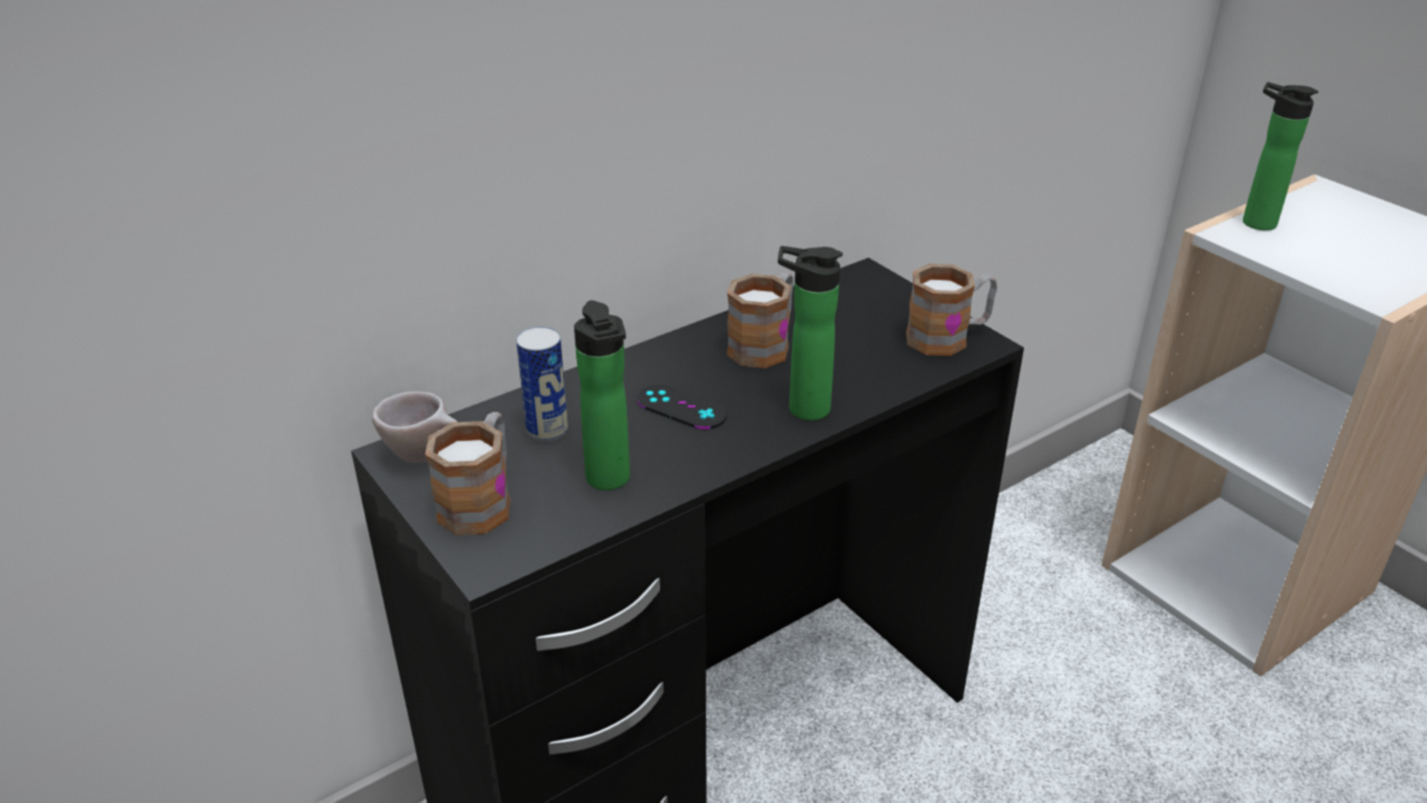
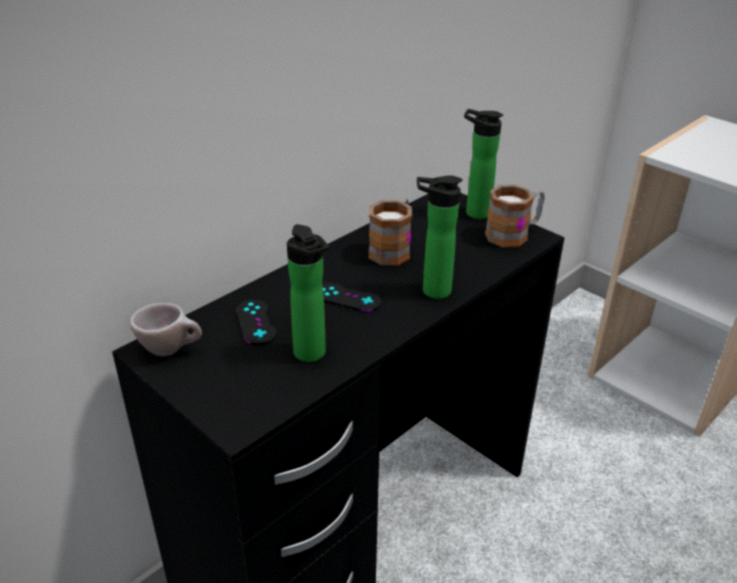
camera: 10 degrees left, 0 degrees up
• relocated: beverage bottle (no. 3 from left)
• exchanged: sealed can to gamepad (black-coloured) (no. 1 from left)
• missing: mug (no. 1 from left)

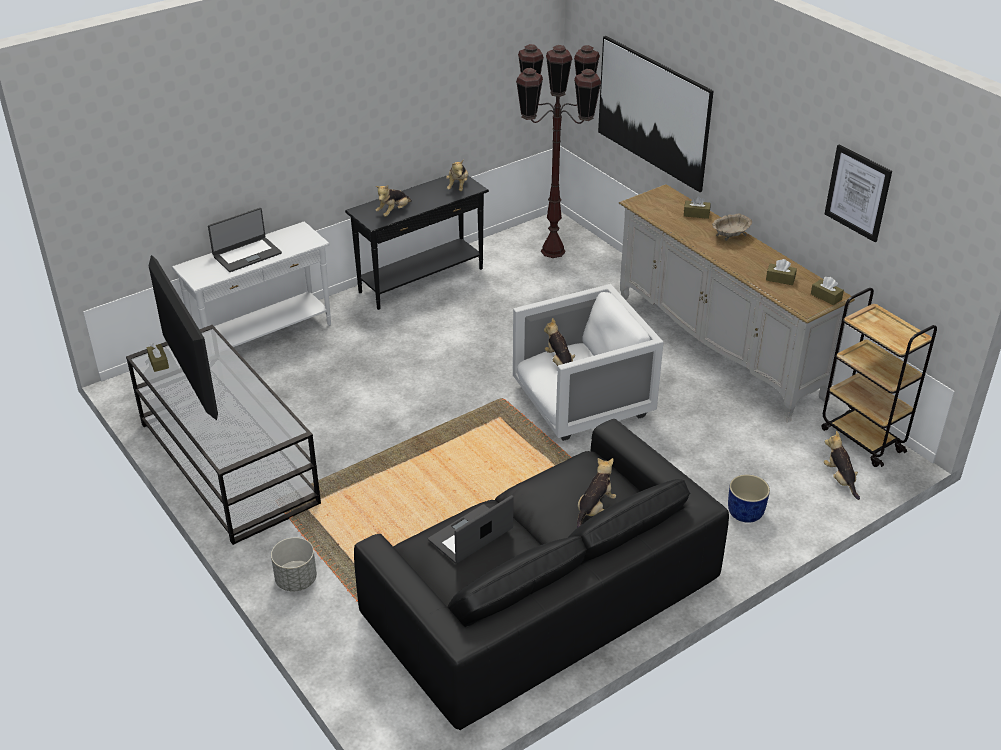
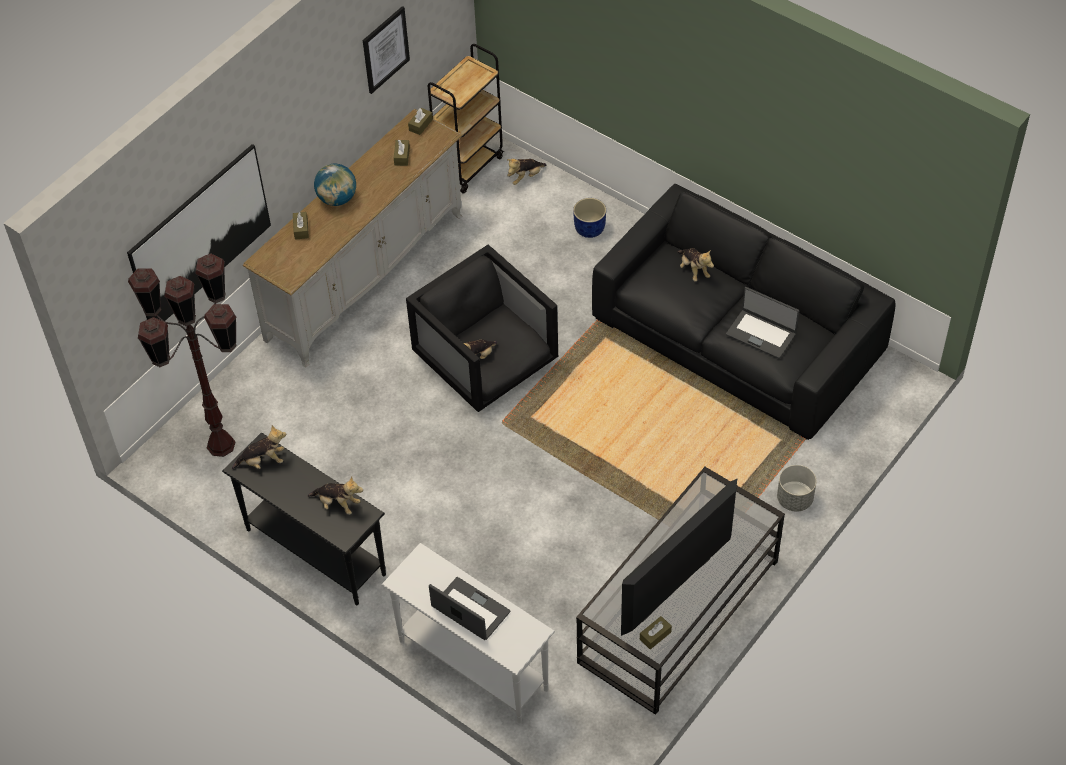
camera: 105 degrees left, 15 degrees up
• exchanged: serving bowl (sand-coloured) to world globe
• colour: easy chair (white-coloured) to easy chair (black-coloured)
• spun: cuddly toy (no. 4 from left in the first image) 135 degrees counterclockwise

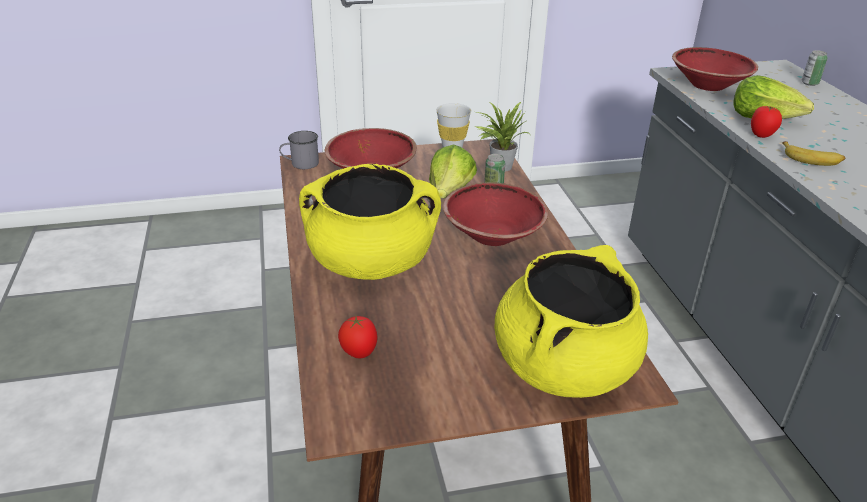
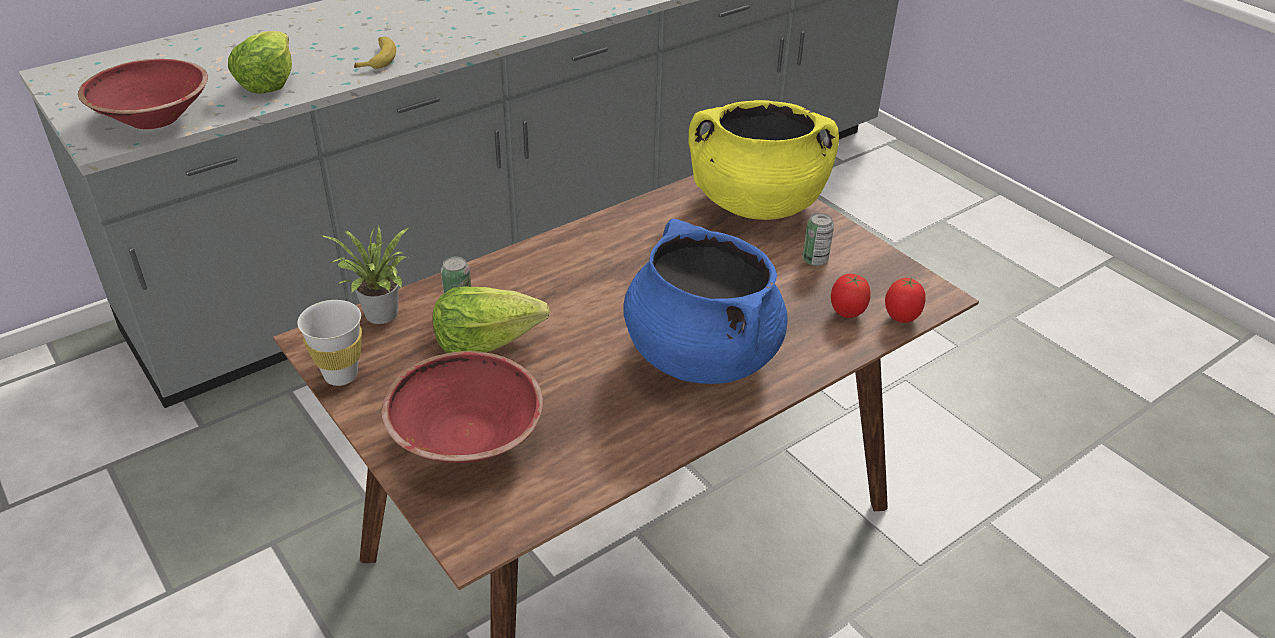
camera: 115 degrees left, 5 degrees up
• relocated: sealed can (no. 2 from left)
• relocated: tomato (no. 2 from left)
• missing: mug (gray)
• colour: cooking pot (yellow) (no. 1 from left) to cooking pot (blue)
• missing: serving bowl (red) (no. 2 from left)

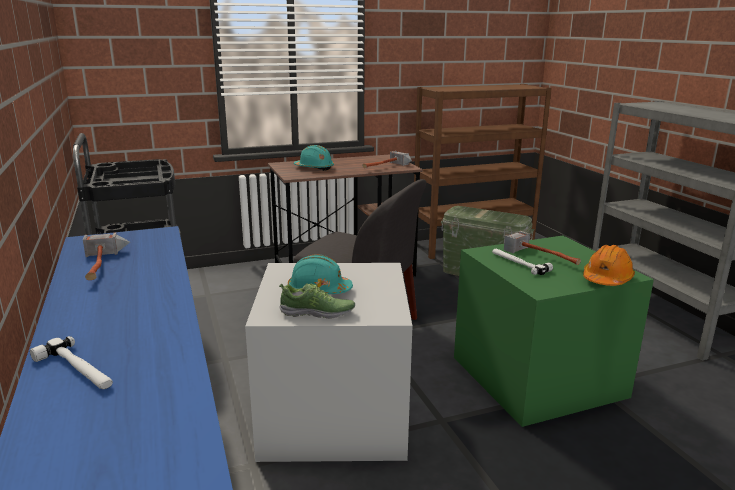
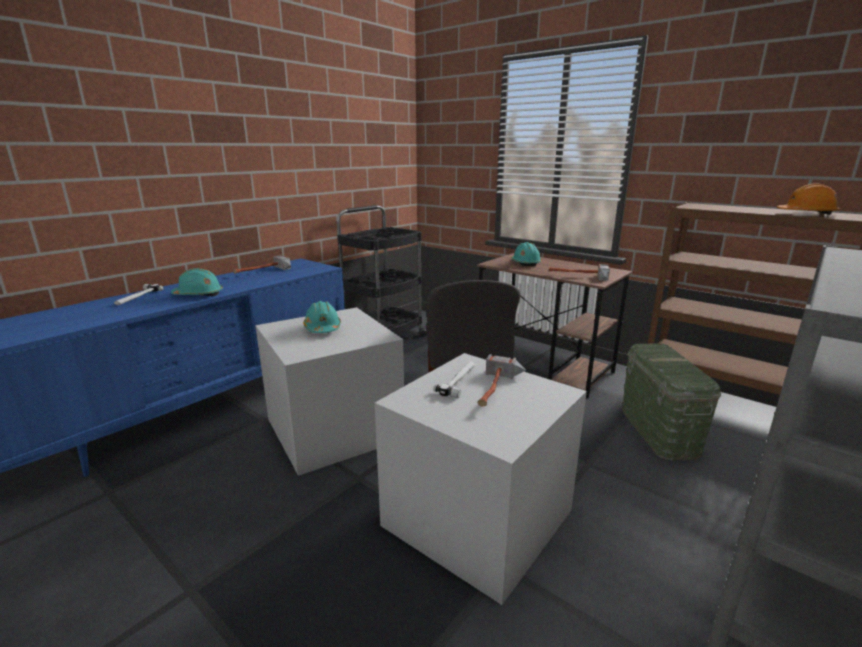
camera: 60 degrees right, 0 degrees up
• colour: storage bin (greenish) (no. 2 from left) to storage bin (gray) (no. 2 from left)
• relocated: work helmet (orange-coloured)
• missing: shoe
• appeared: work helmet (turquoise) (no. 1 from left)

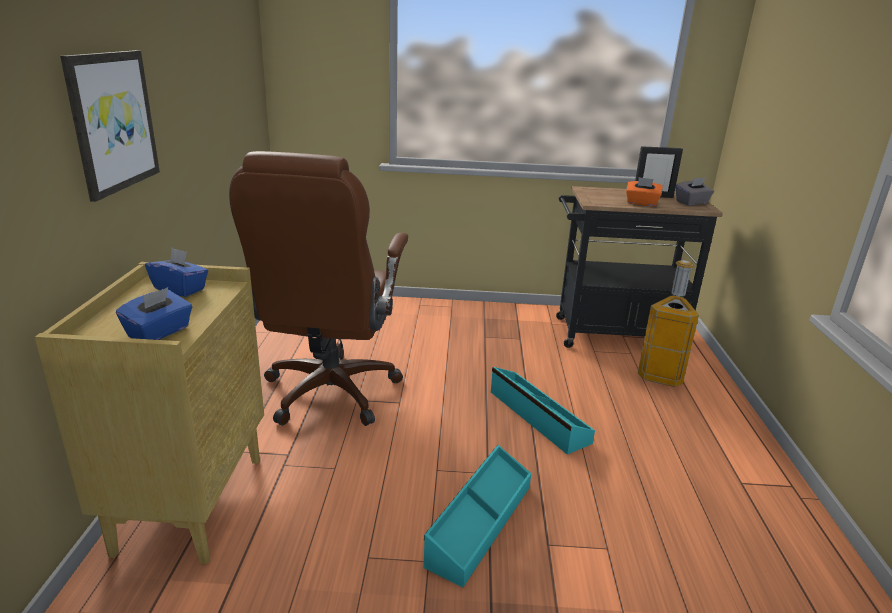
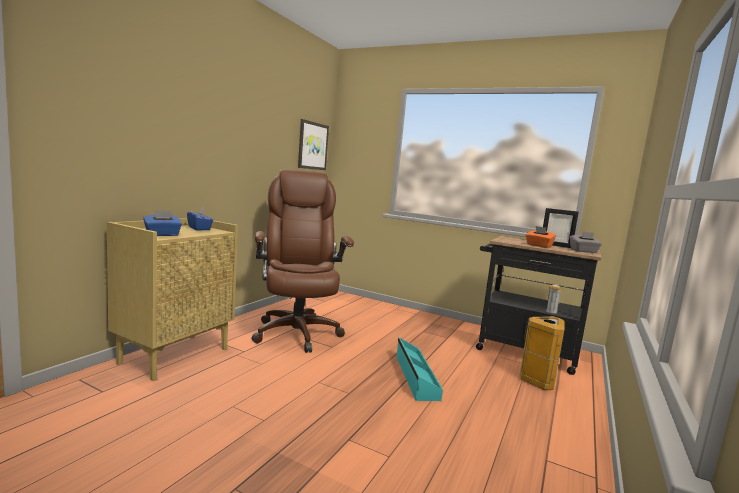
camera: 25 degrees right, 15 degrees down
• relocated: picture
• spun: desk chair (brownish) 135 degrees clockwise
• missing: storage bin (turquoise) (no. 1 from left)

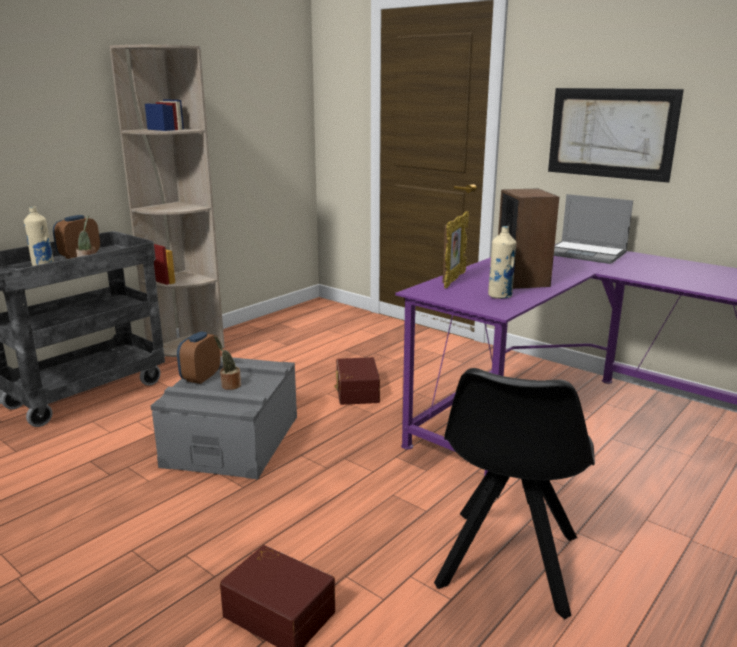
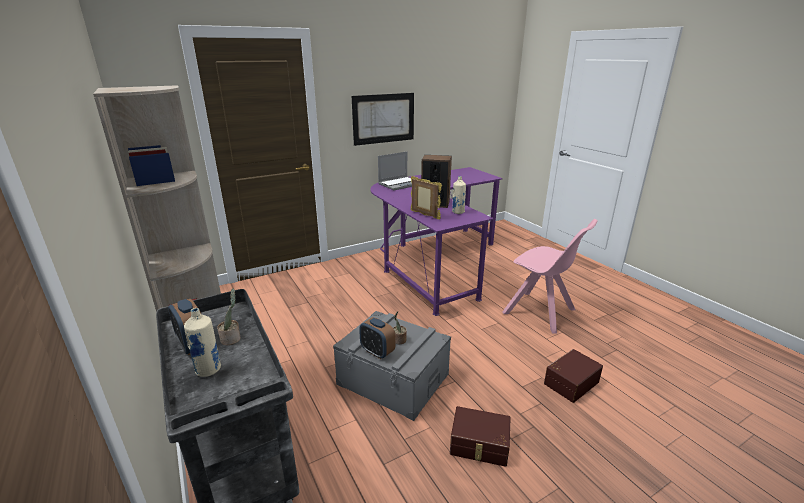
camera: 70 degrees left, 5 degrees up
• relocated: storage bin (brownish) (no. 2 from left in the first image) to storage bin (brownish) (no. 1 from left)
• colour: upright chair (black-coloured) to upright chair (pinkish)

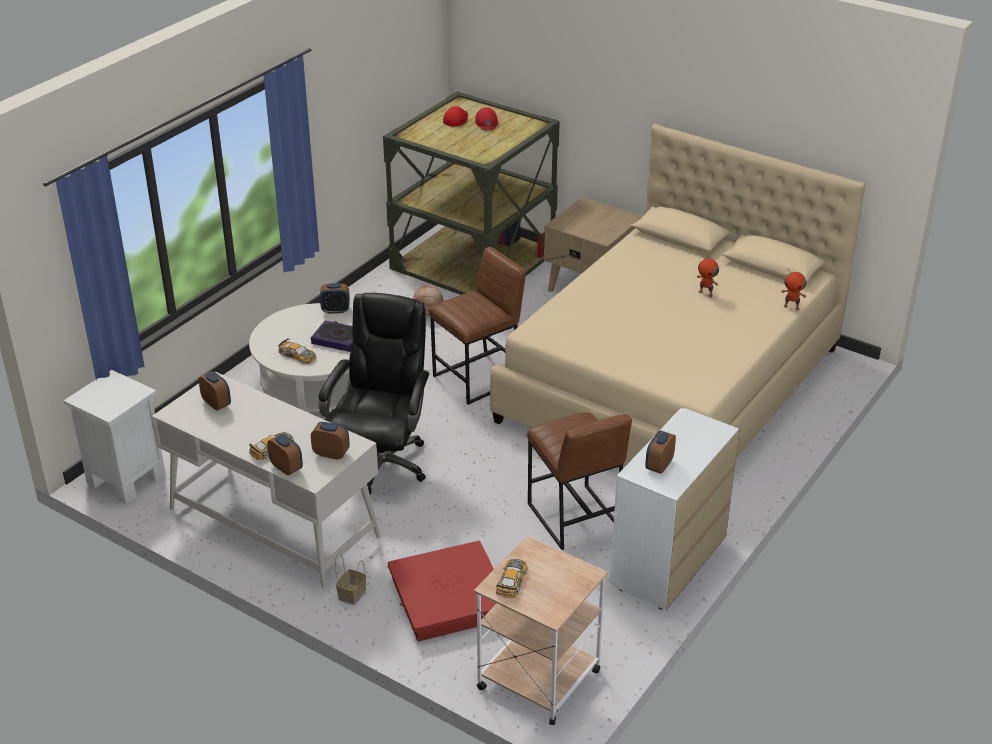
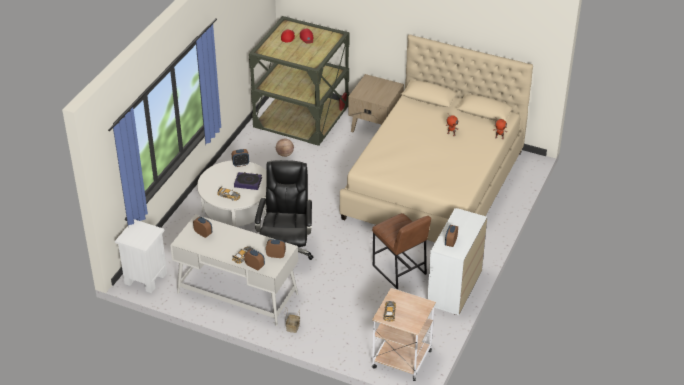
camera: 10 degrees left, 5 degrees up
• missing: upright chair (brownish) (no. 1 from left)
• missing: storage bin (red)

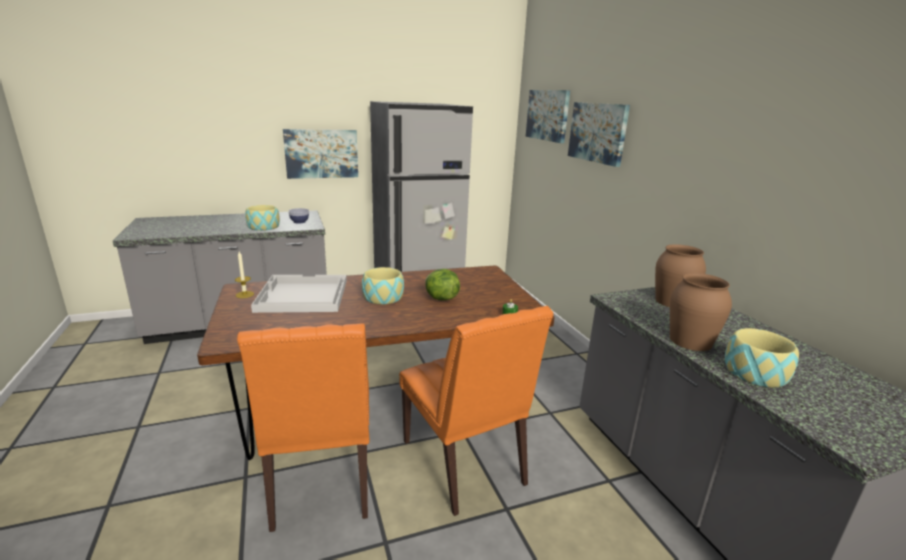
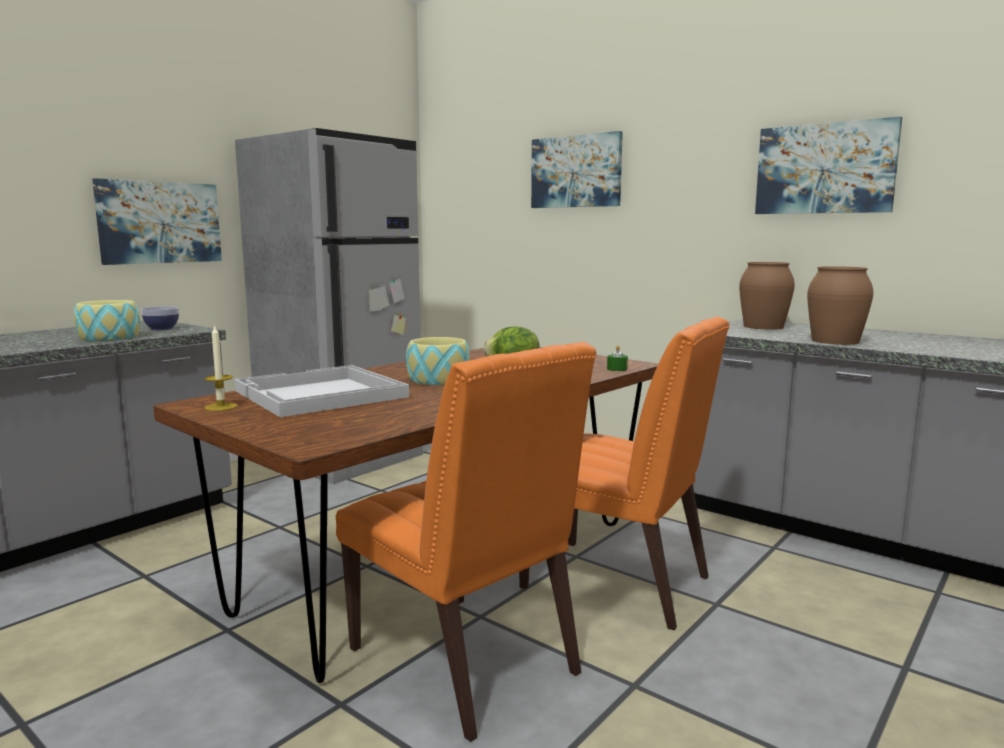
camera: 30 degrees left, 10 degrees down
• relocated: picture (no. 2 from left in the first image) to picture (no. 3 from left)
• missing: serving bowl (no. 4 from left)

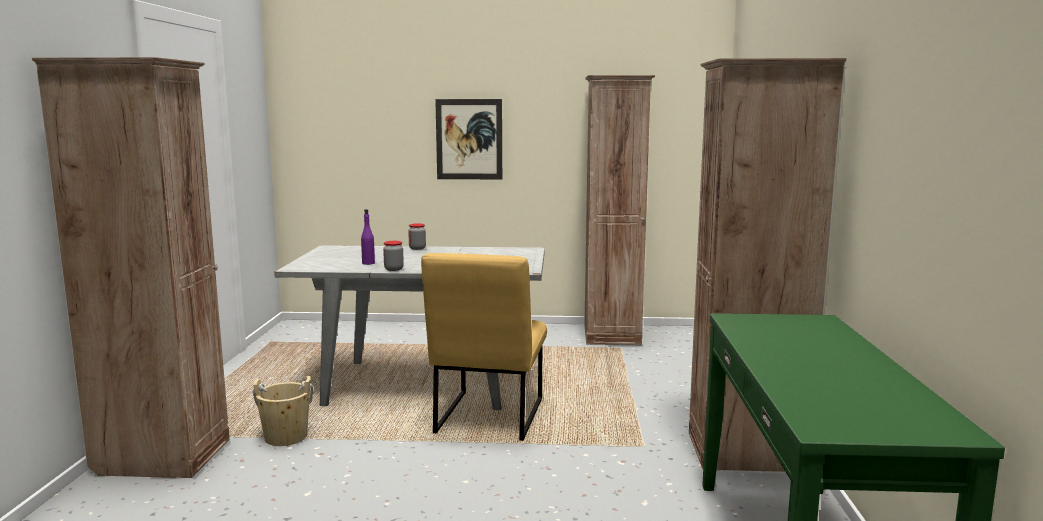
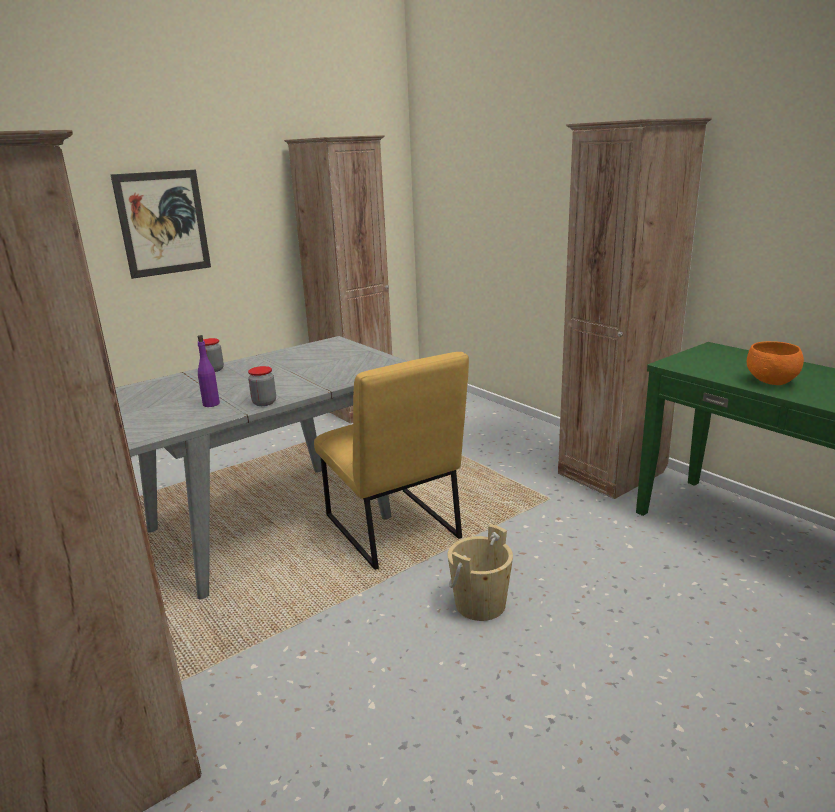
camera: 40 degrees left, 10 degrees up
• relocated: pail (sand-coloured)
• appeared: serving bowl (orange-coloured)

